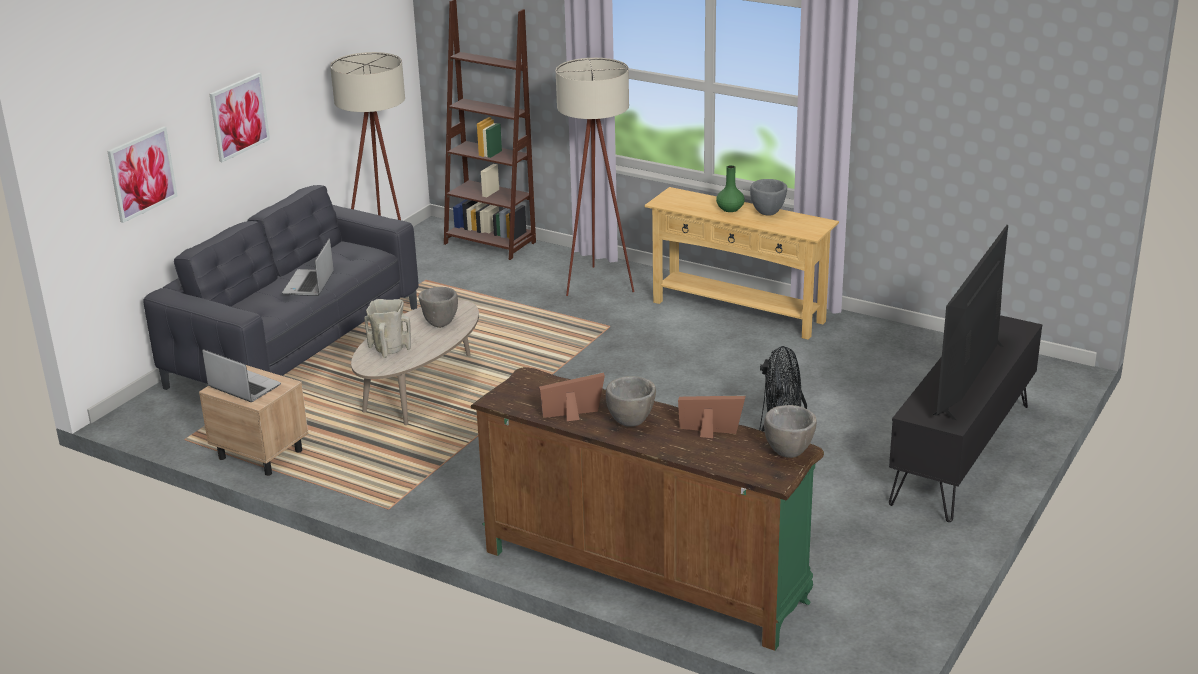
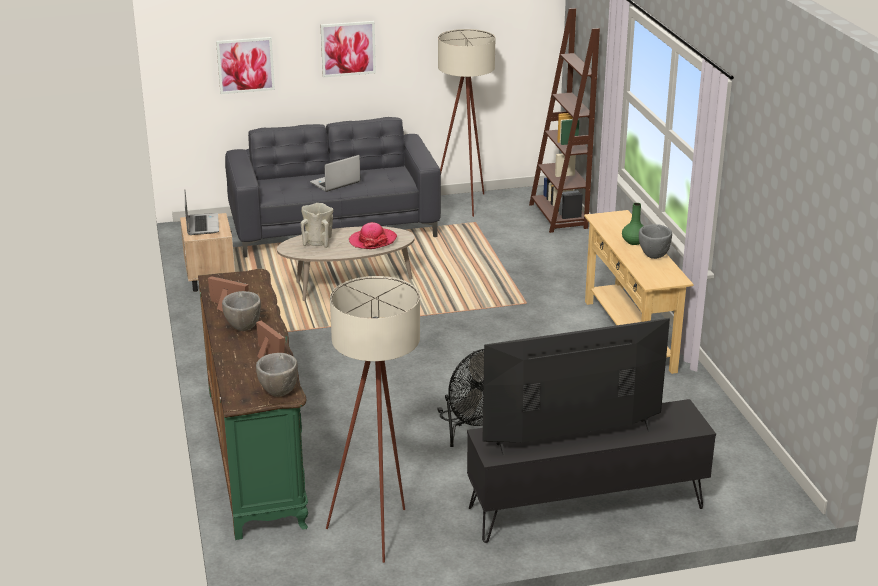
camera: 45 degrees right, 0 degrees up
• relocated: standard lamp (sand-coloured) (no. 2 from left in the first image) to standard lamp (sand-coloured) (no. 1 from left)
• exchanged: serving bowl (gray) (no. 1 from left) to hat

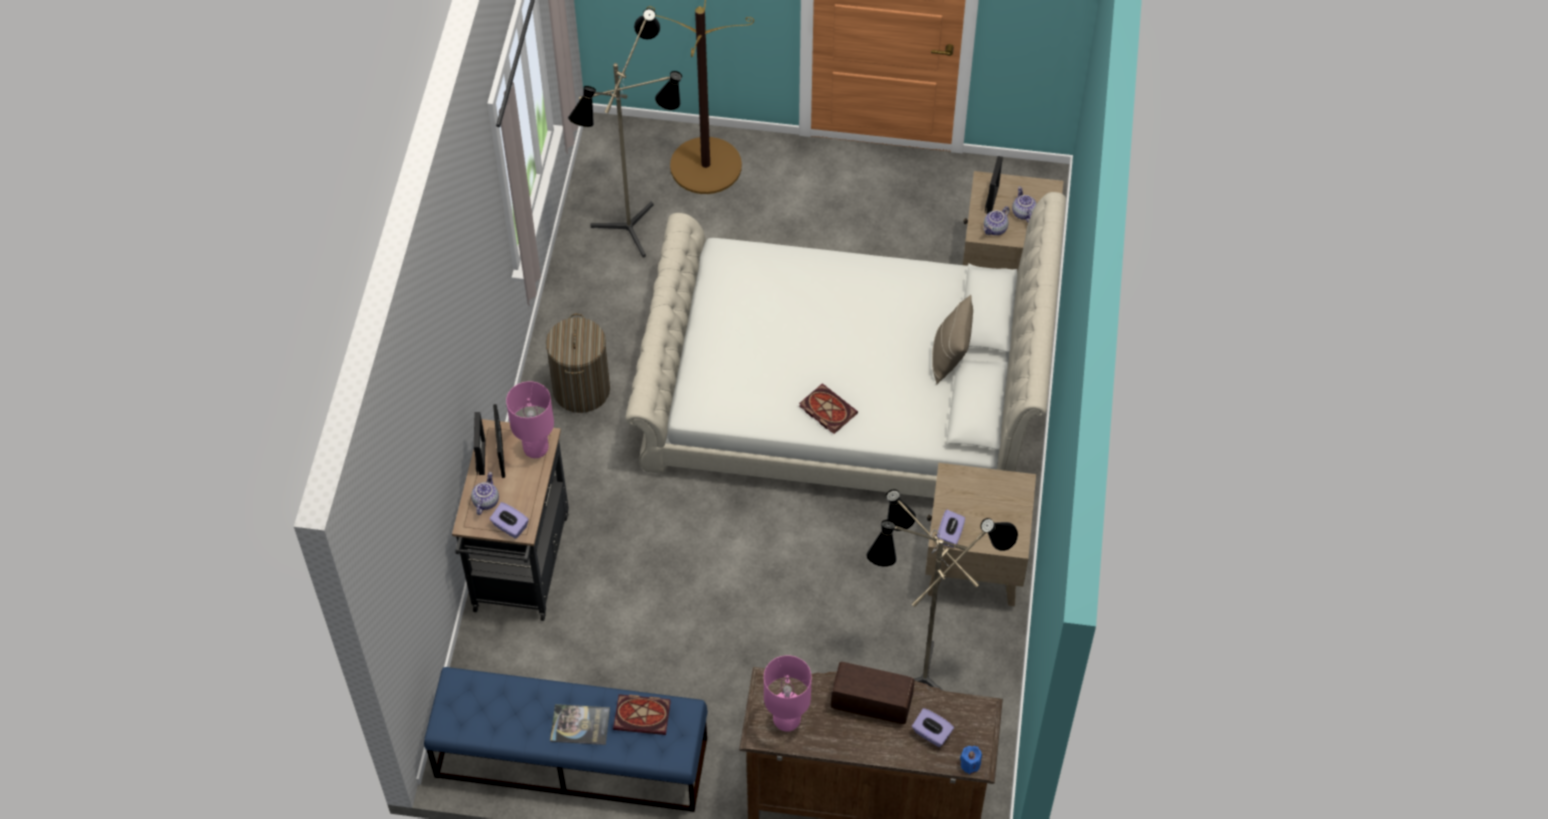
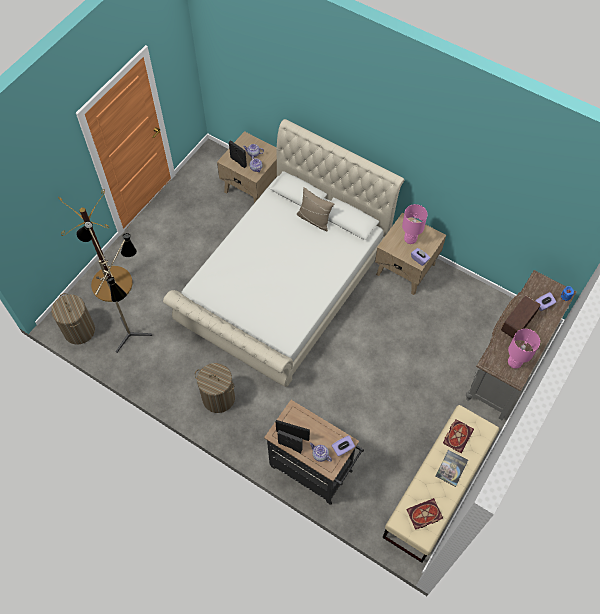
camera: 65 degrees left, 5 degrees up
• relocated: table lamp (pinkish) (no. 1 from left)
• relocated: book (no. 3 from left in the first image) to book (no. 1 from left)
• missing: standard lamp (no. 2 from left)
• colour: indoor bench (blue) to indoor bench (sand-coloured)
• appeared: hamper (no. 1 from left)

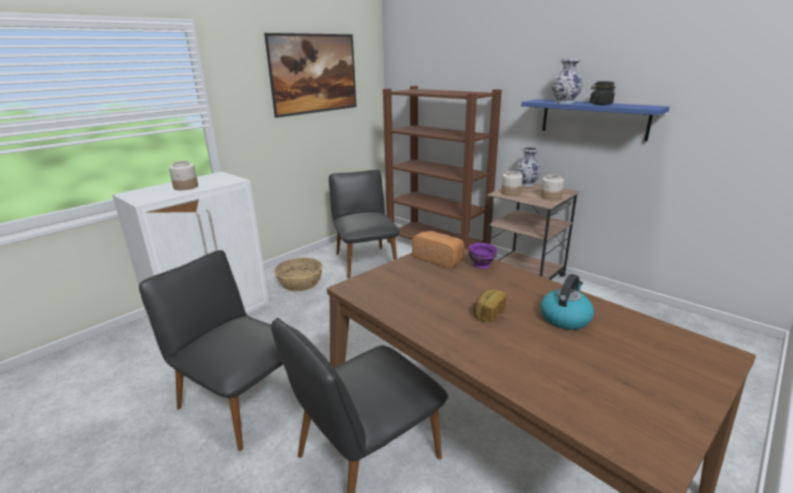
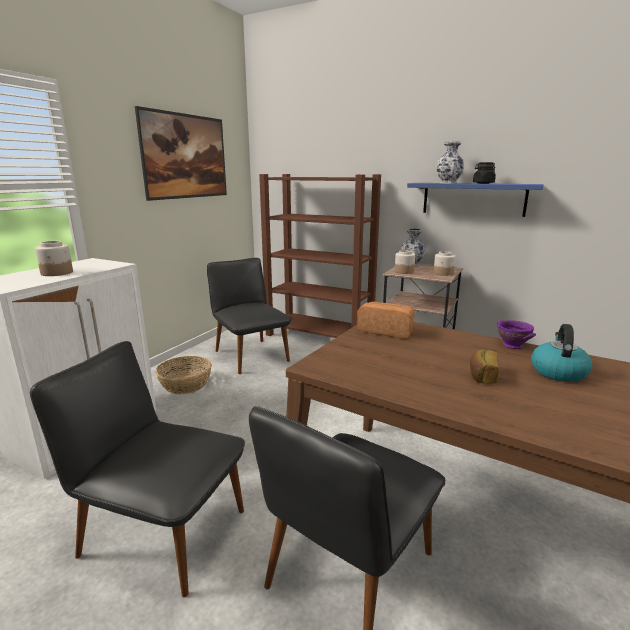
camera: 15 degrees left, 5 degrees down
• relocated: serving bowl (purple)

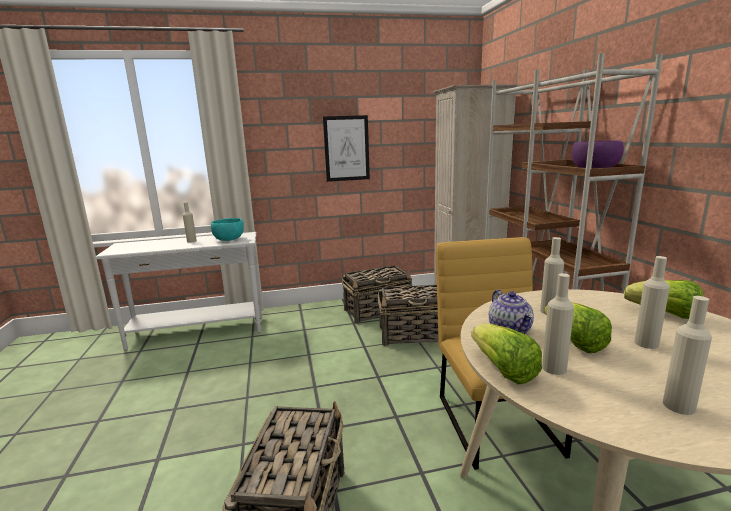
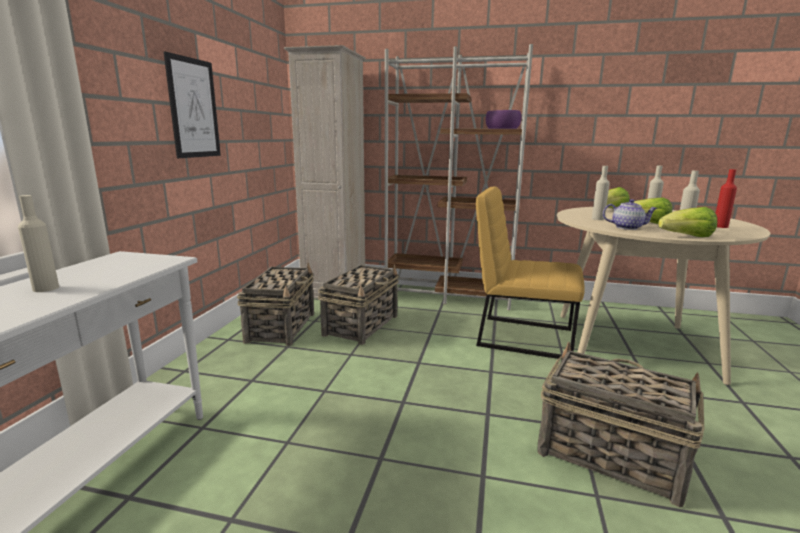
camera: 65 degrees left, 0 degrees up
• missing: serving bowl (turquoise)
• colour: beverage bottle (sand-coloured) (no. 5 from left) to beverage bottle (red)

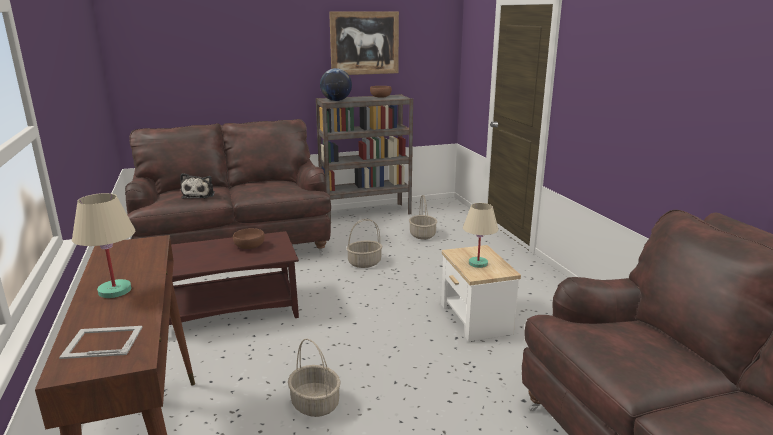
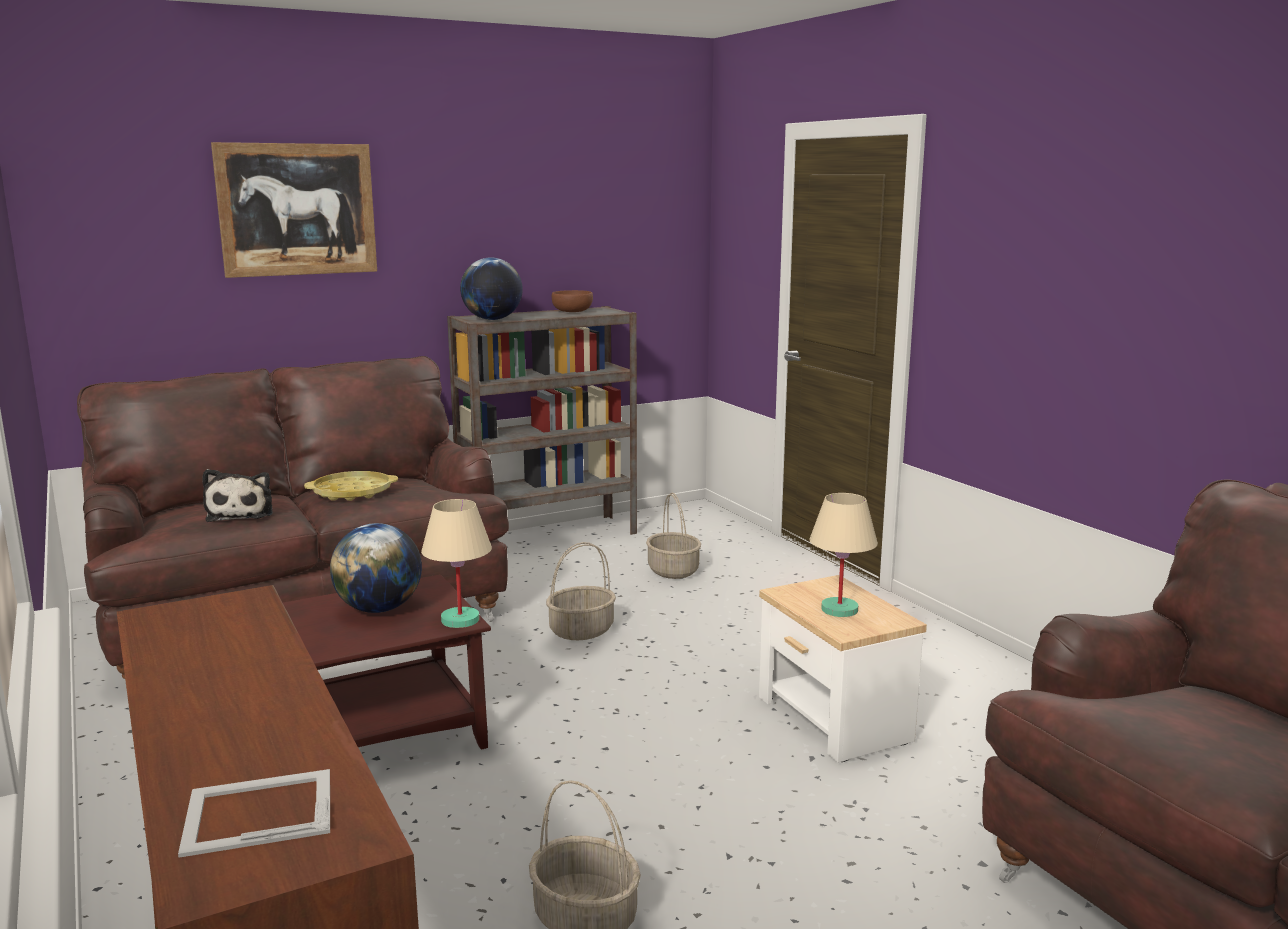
camera: 10 degrees left, 5 degrees down
• relocated: picture
• relocated: table lamp (sand-coloured) (no. 1 from left)
• exchanged: serving bowl (brownish) (no. 1 from left) to world globe (no. 1 from left)
• appeared: serving tray (yellow)

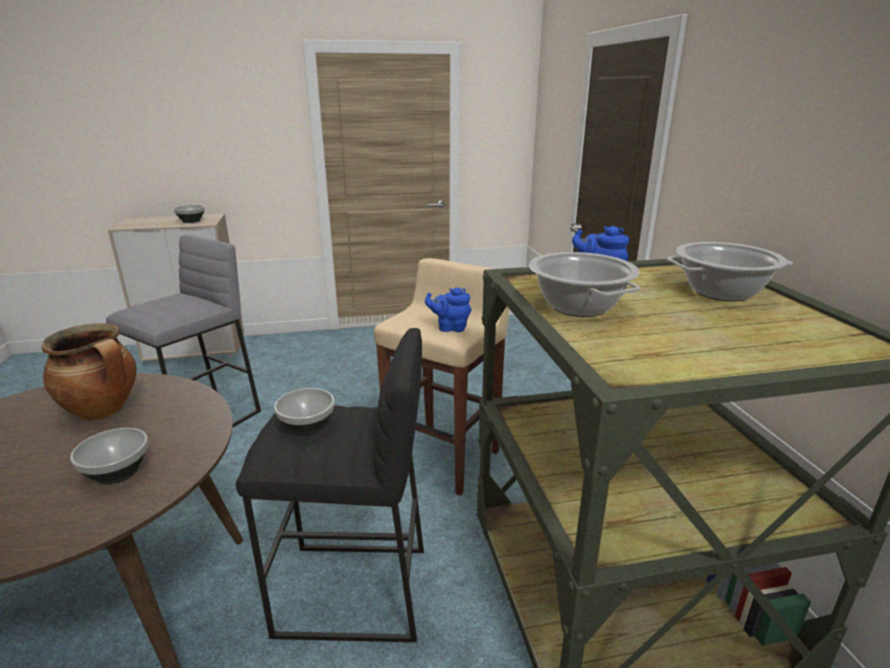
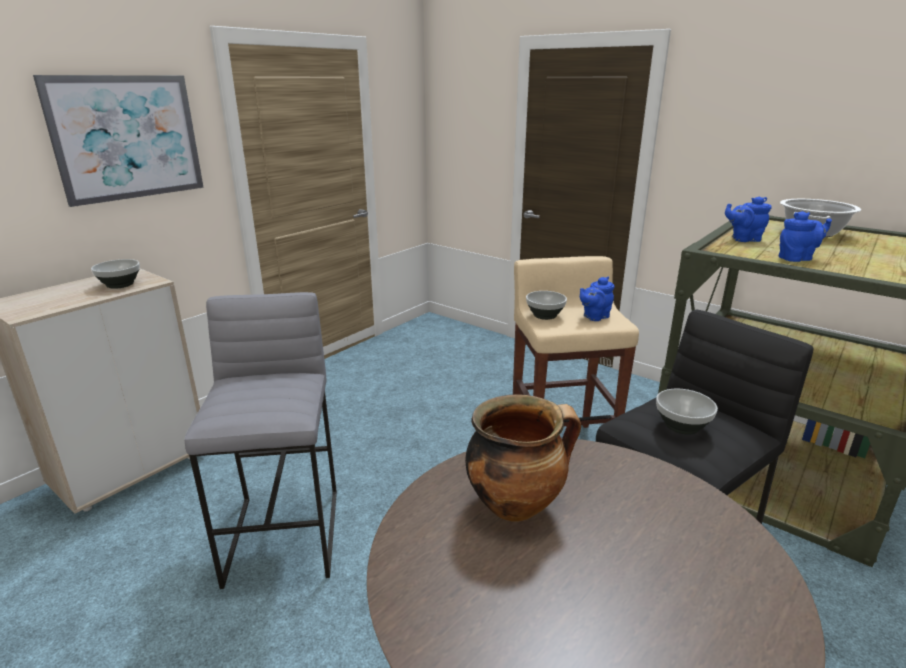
camera: 40 degrees left, 0 degrees up
• exchanged: cooking pot (no. 2 from left) to tea pot (blue) (no. 3 from left)
• relocated: serving bowl (no. 1 from left in the first image) to serving bowl (no. 2 from left)
• appeared: picture

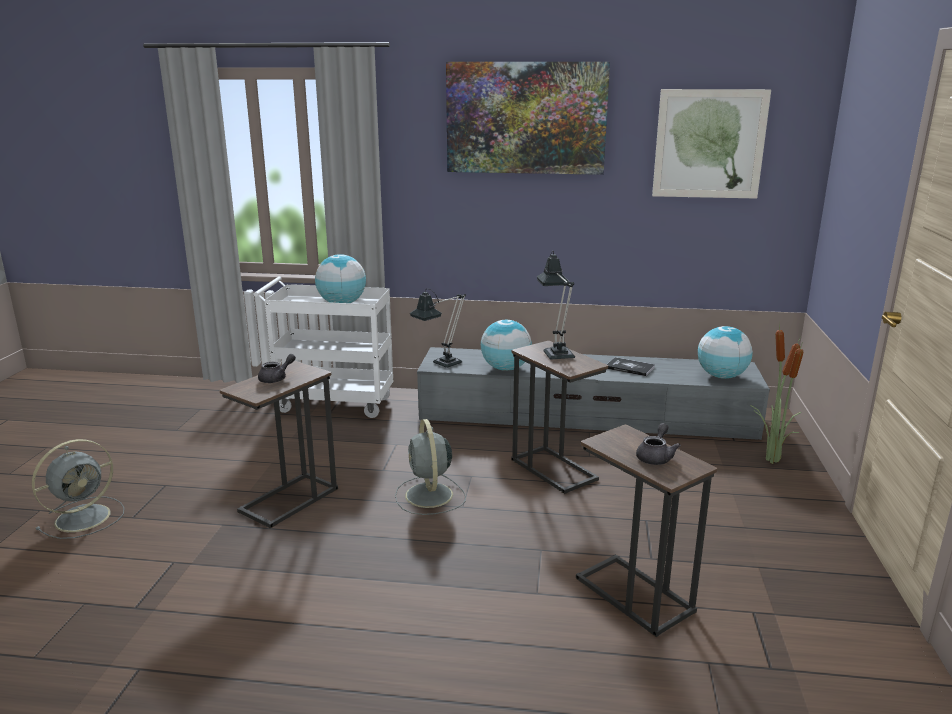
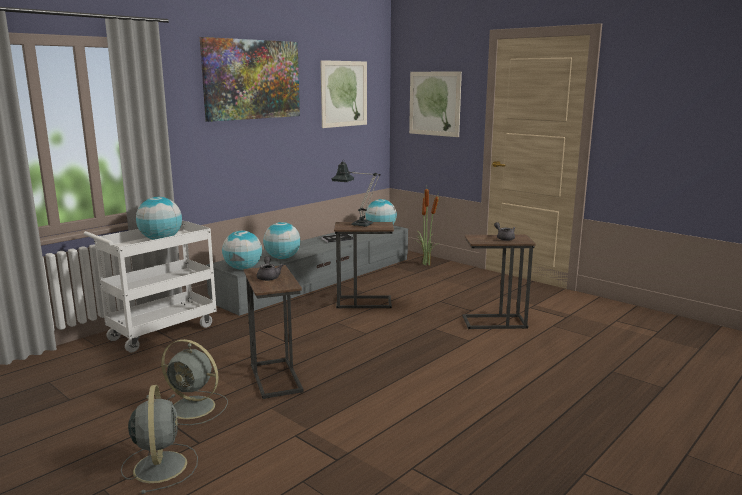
camera: 55 degrees left, 5 degrees down
• exchanged: table lamp (no. 1 from left) to world globe (no. 2 from left)
• relocated: electric fan (gray) (no. 2 from left)
• appeared: picture (no. 3 from left)

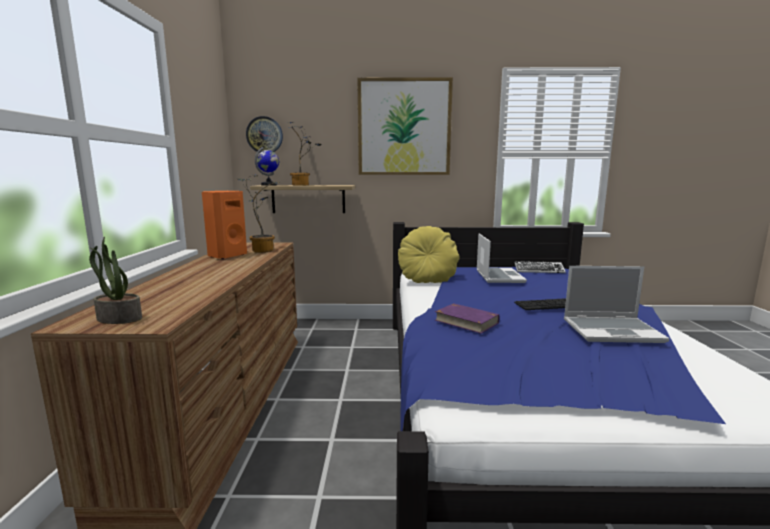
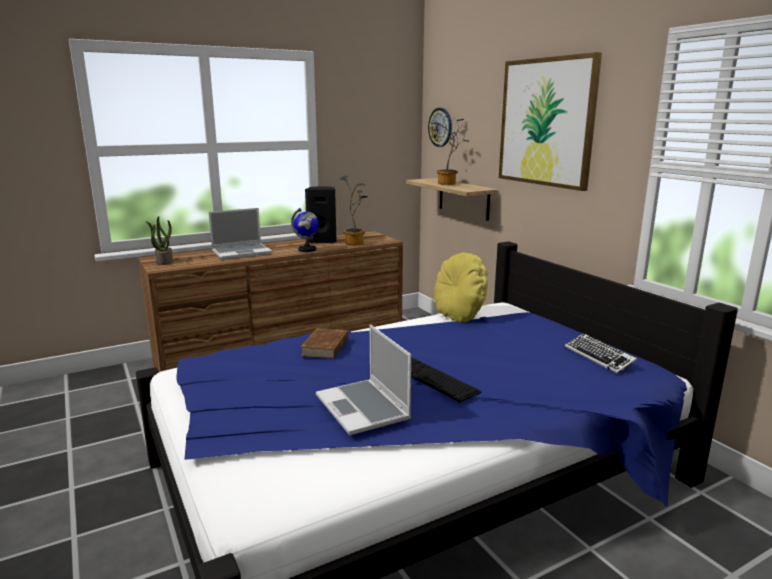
camera: 60 degrees right, 5 degrees up
• relocated: world globe
• colour: loudspeaker (orange-coloured) to loudspeaker (black-coloured)
• relocated: laptop (no. 1 from left)
• colour: book (purple) to book (brownish)

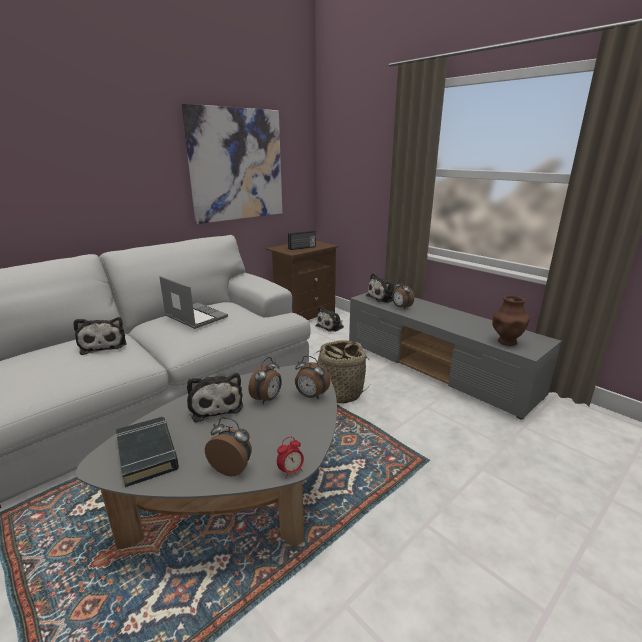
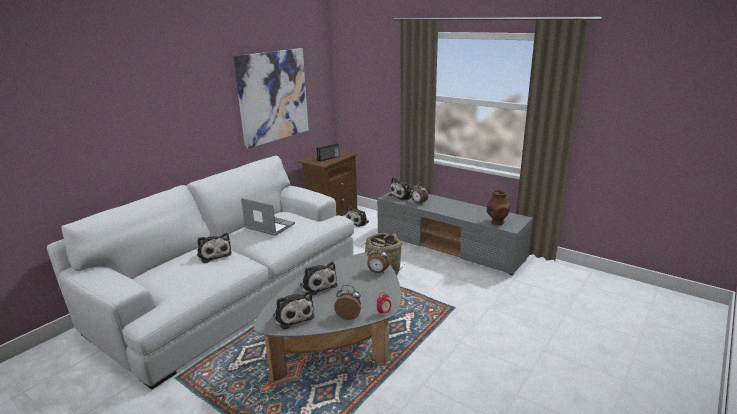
camera: 10 degrees left, 0 degrees up
• missing: alarm clock (no. 2 from left)
• exchanged: book (black-coloured) to cuddly toy (no. 2 from left)

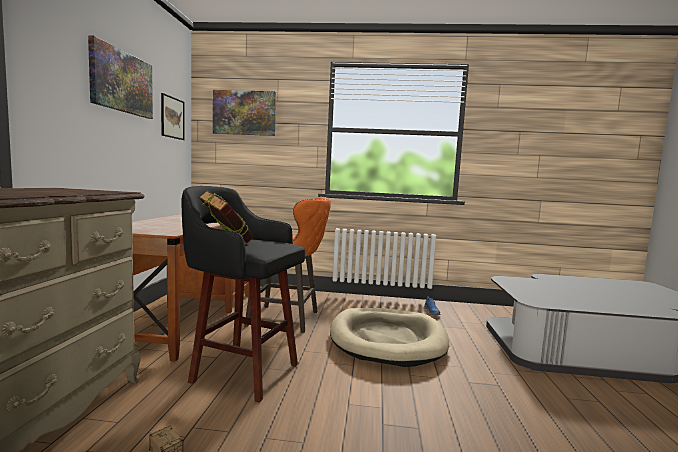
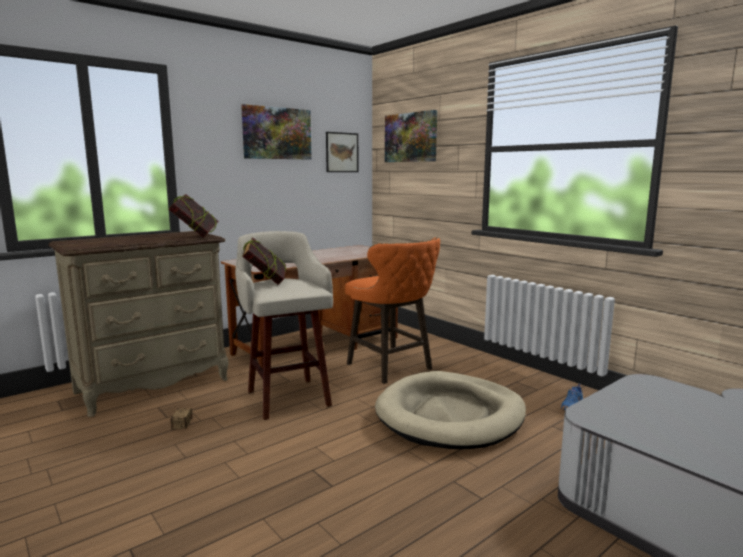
camera: 45 degrees right, 5 degrees up
• colour: stool seat (black-coloured) to stool seat (sand-coloured)
• appeared: book (no. 1 from left)

